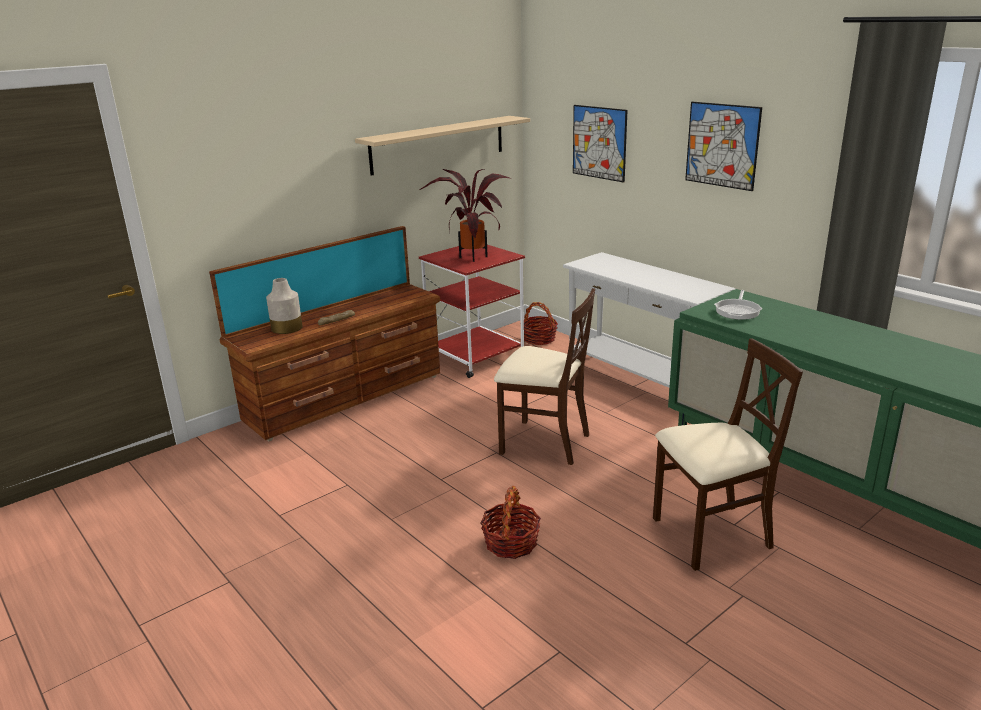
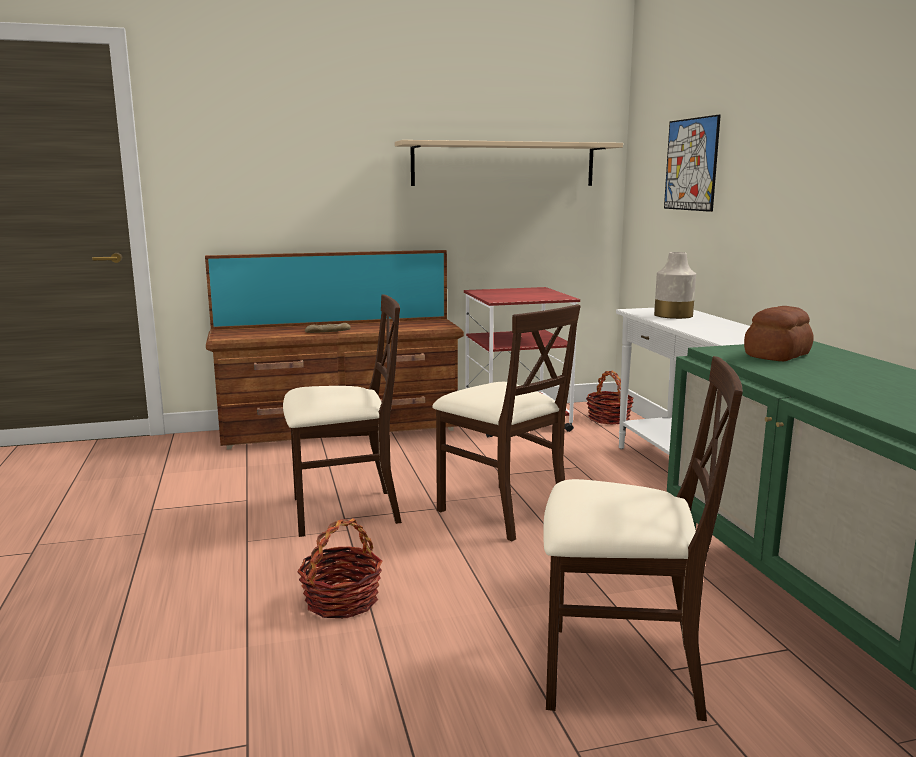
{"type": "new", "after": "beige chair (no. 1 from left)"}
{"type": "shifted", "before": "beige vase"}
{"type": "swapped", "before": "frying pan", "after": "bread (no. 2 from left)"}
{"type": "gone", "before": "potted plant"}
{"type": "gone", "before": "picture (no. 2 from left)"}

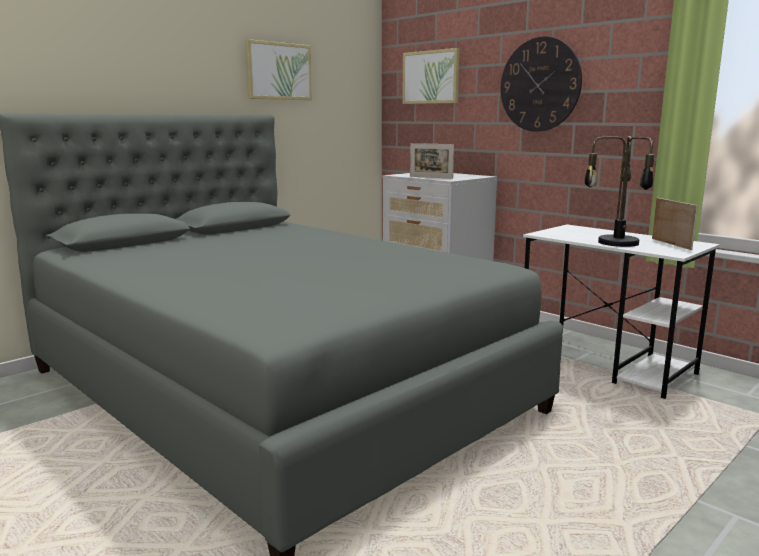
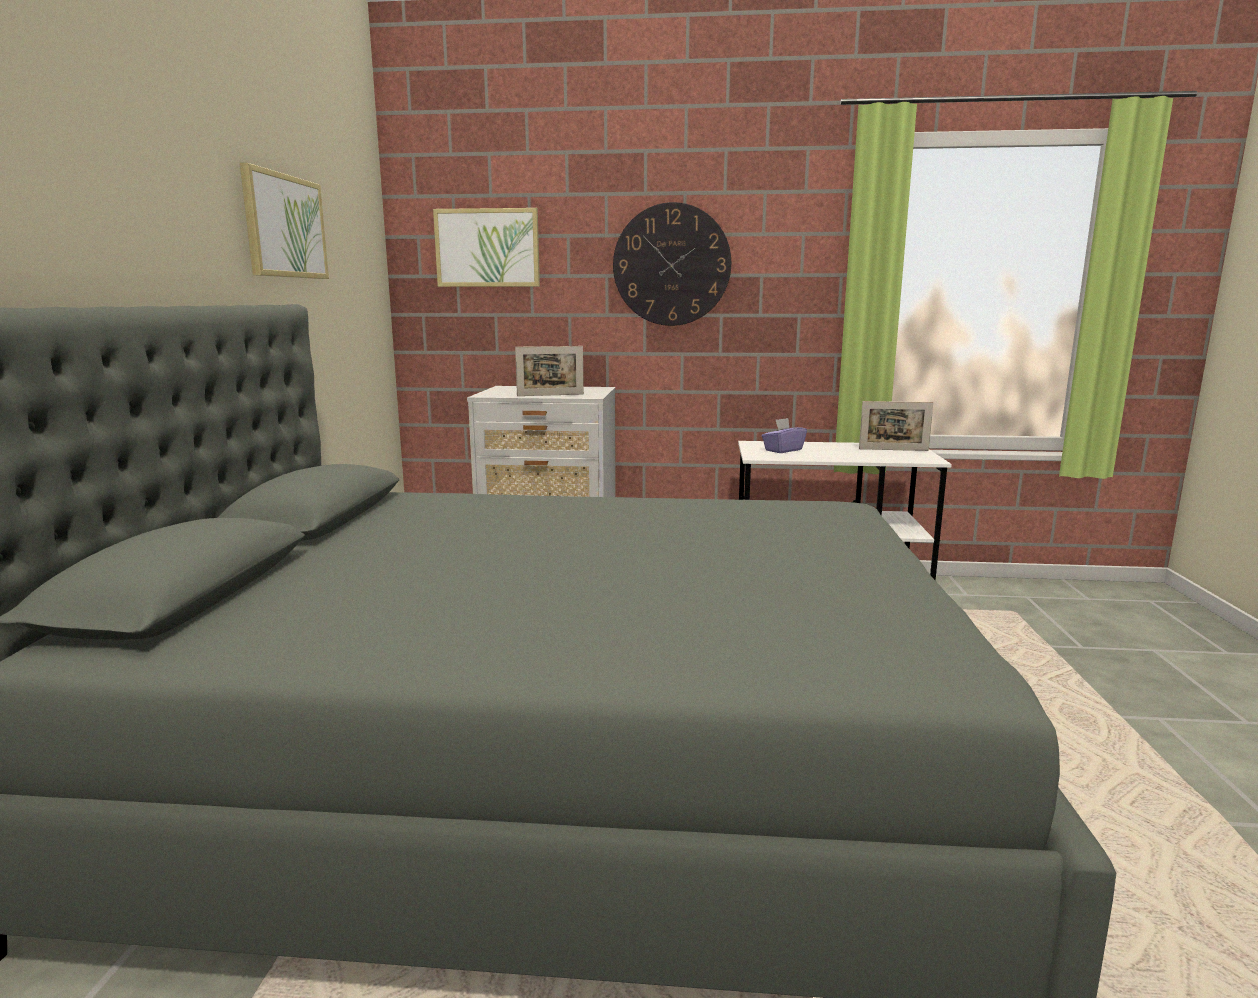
{"type": "new", "after": "purple tissue box"}
{"type": "rotated", "before": "picture frame (no. 2 from left)", "turn": 150}
{"type": "gone", "before": "table lamp"}

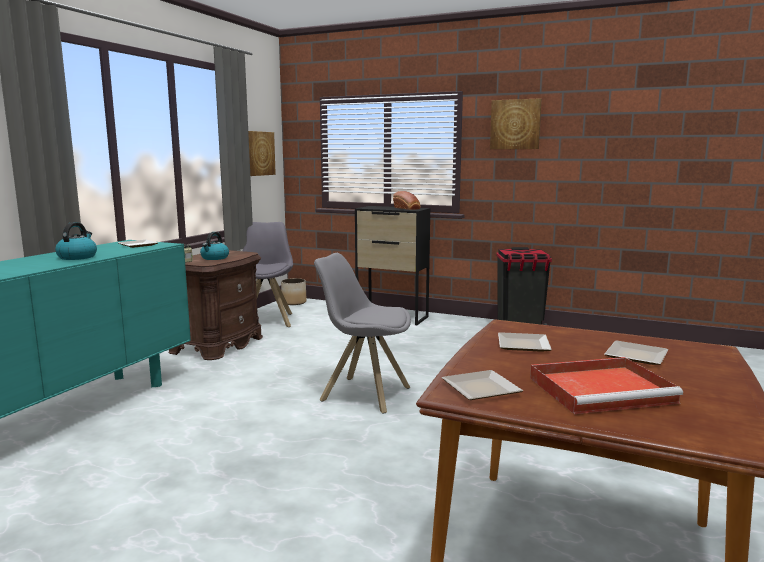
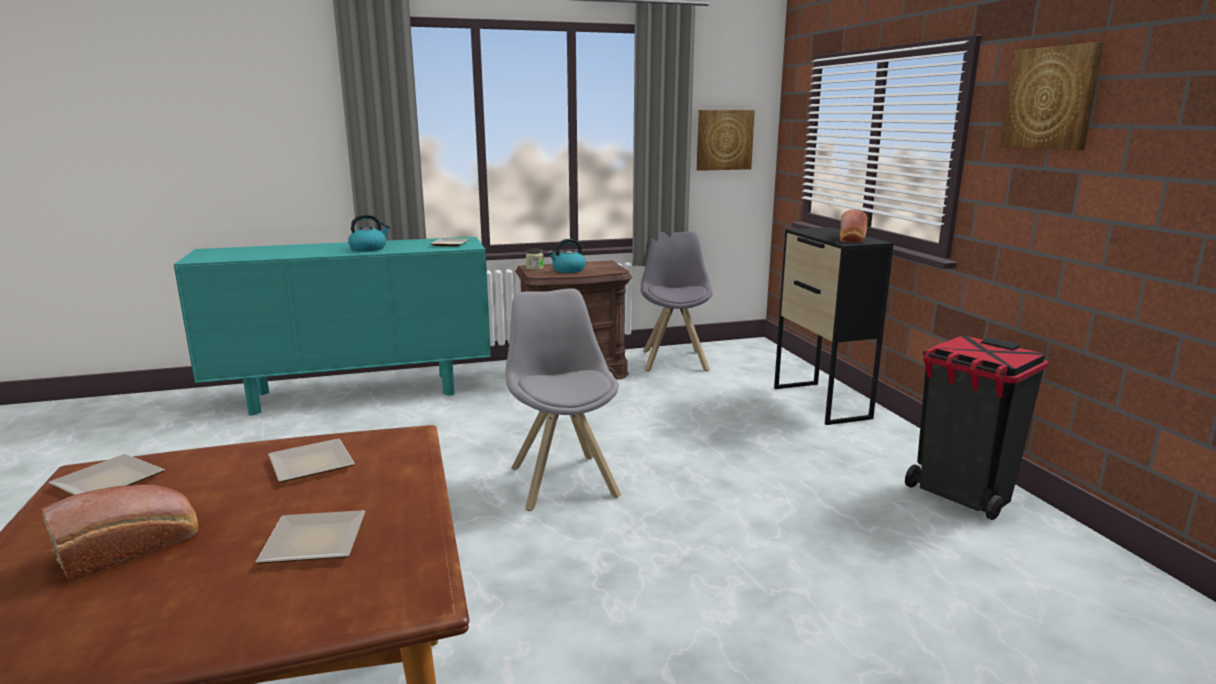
{"type": "swapped", "before": "red tray", "after": "bread (no. 1 from left)"}
{"type": "rotated", "before": "grey chair (no. 1 from left in the first image)", "turn": -45}
{"type": "gone", "before": "planter"}

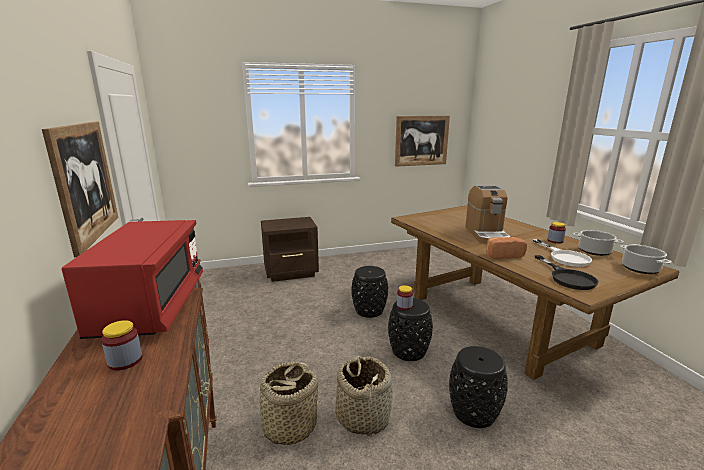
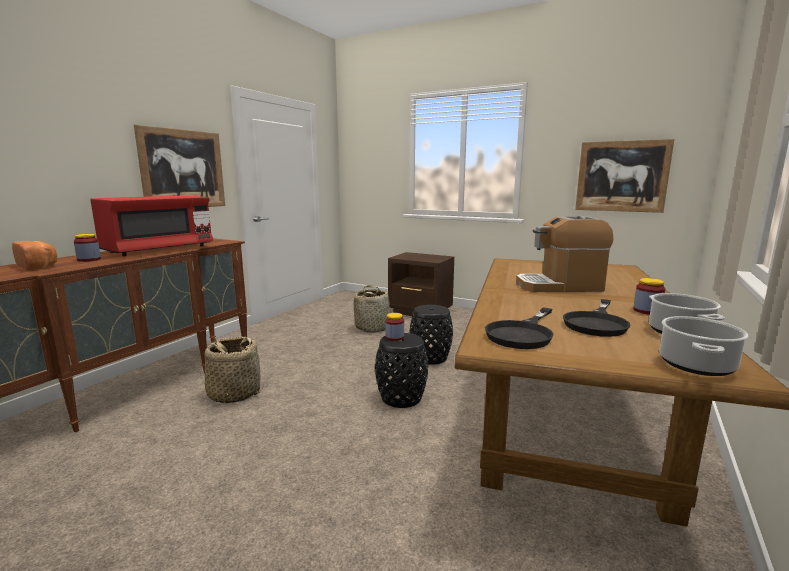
{"type": "shifted", "before": "bread"}
{"type": "shifted", "before": "basket (no. 2 from left)"}
{"type": "rotated", "before": "coffee machine", "turn": 45}
{"type": "repainted", "before": "white frying pan", "after": "black frying pan (no. 2 from left)"}
{"type": "gone", "before": "black stool (no. 3 from left)"}

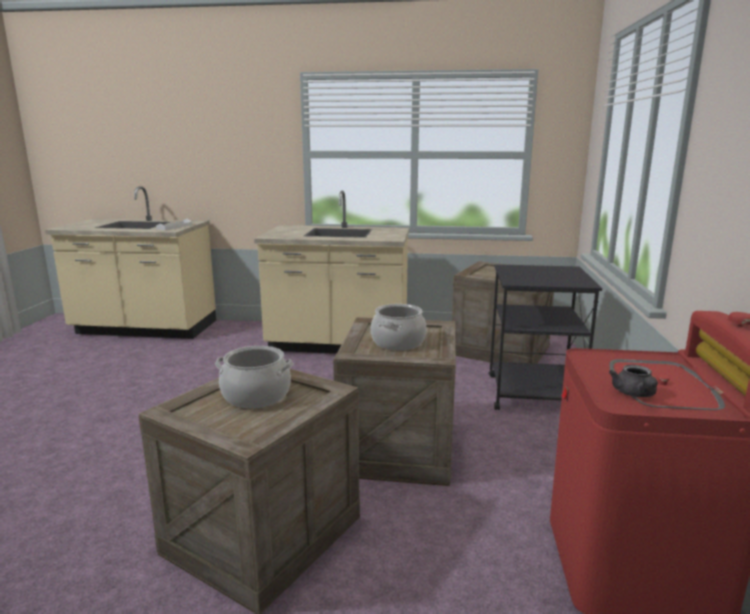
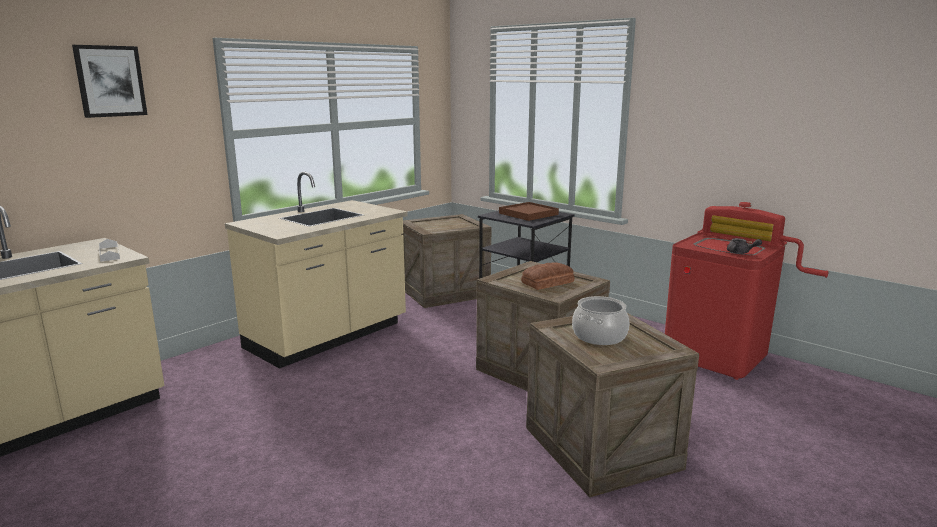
{"type": "new", "after": "picture"}
{"type": "new", "after": "brown tray"}
{"type": "swapped", "before": "cooking pot (no. 2 from left)", "after": "bread"}

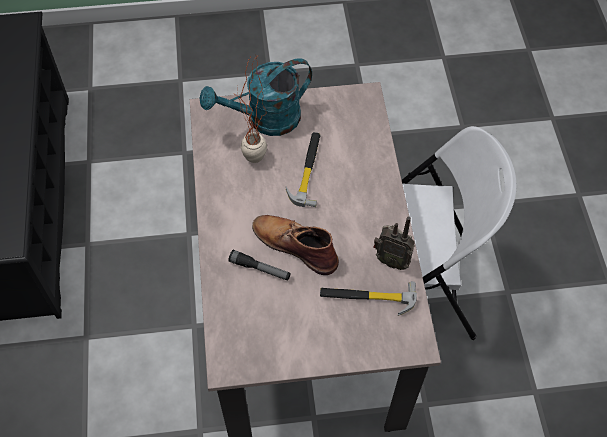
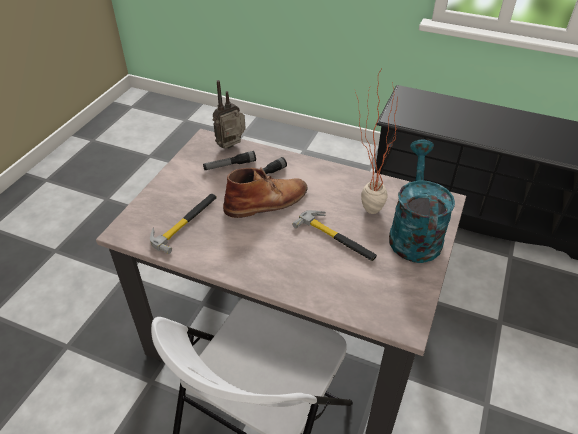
{"type": "new", "after": "flashlight (no. 1 from left)"}
{"type": "shifted", "before": "radio"}

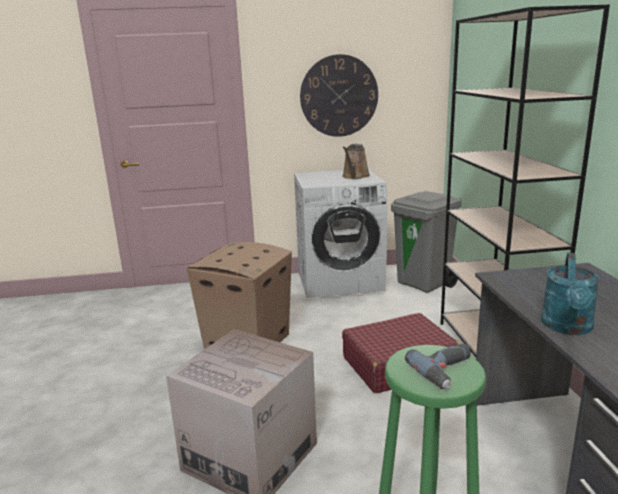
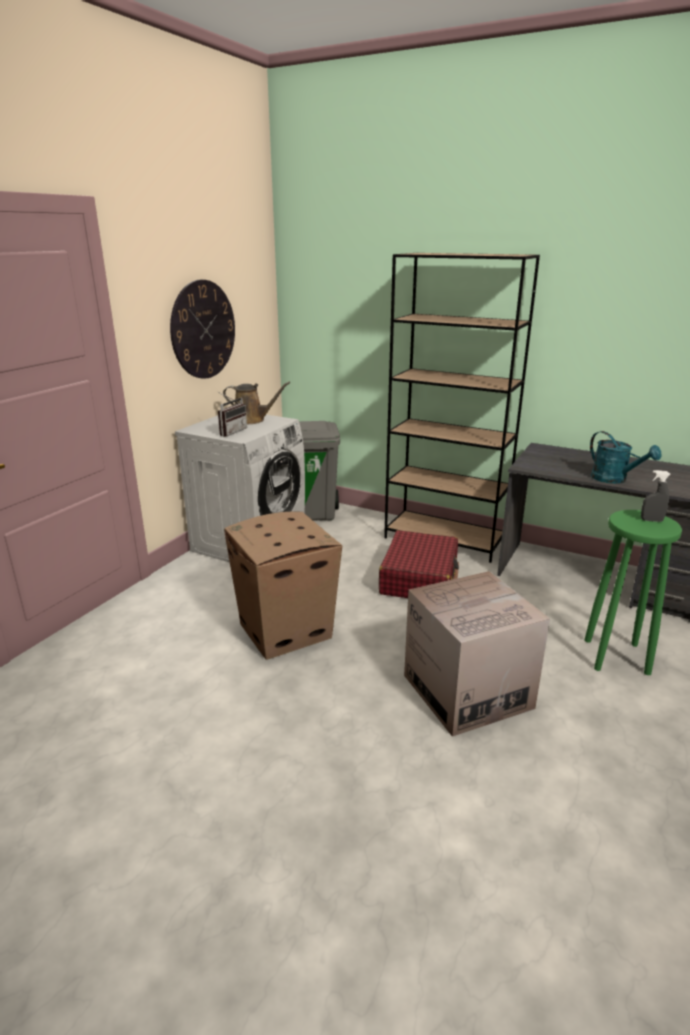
{"type": "new", "after": "radio"}
{"type": "rotated", "before": "brown watering can", "turn": -45}
{"type": "swapped", "before": "power drill", "after": "grey spray bottle"}

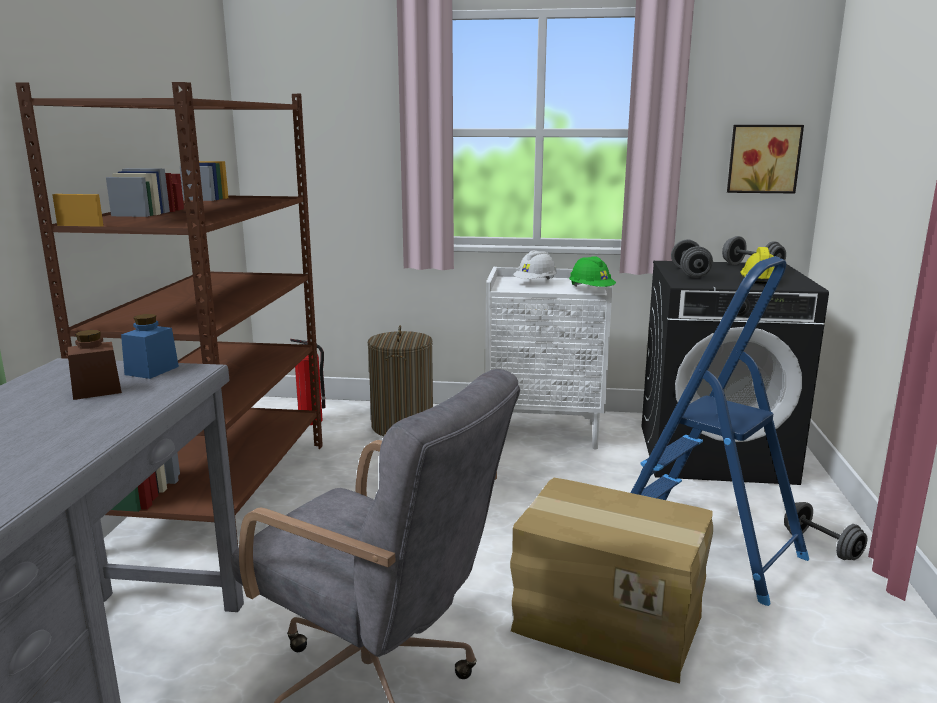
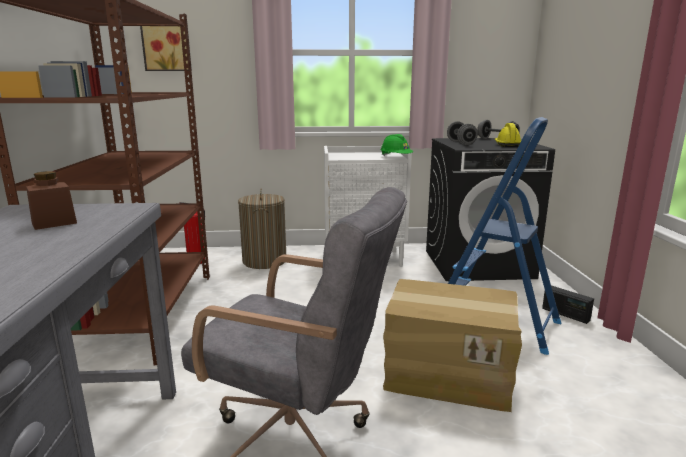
{"type": "shifted", "before": "picture"}
{"type": "swapped", "before": "grey dumbbell (no. 3 from left)", "after": "radio"}
{"type": "gone", "before": "blue jar"}
{"type": "gone", "before": "white hard hat"}

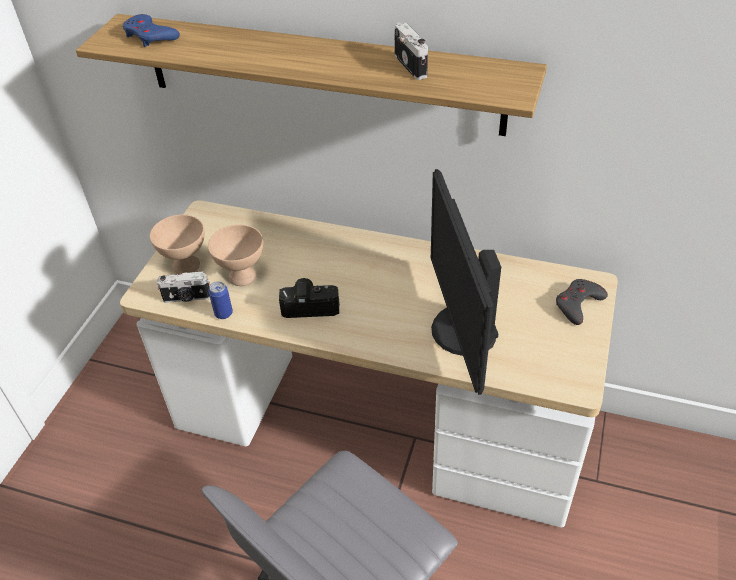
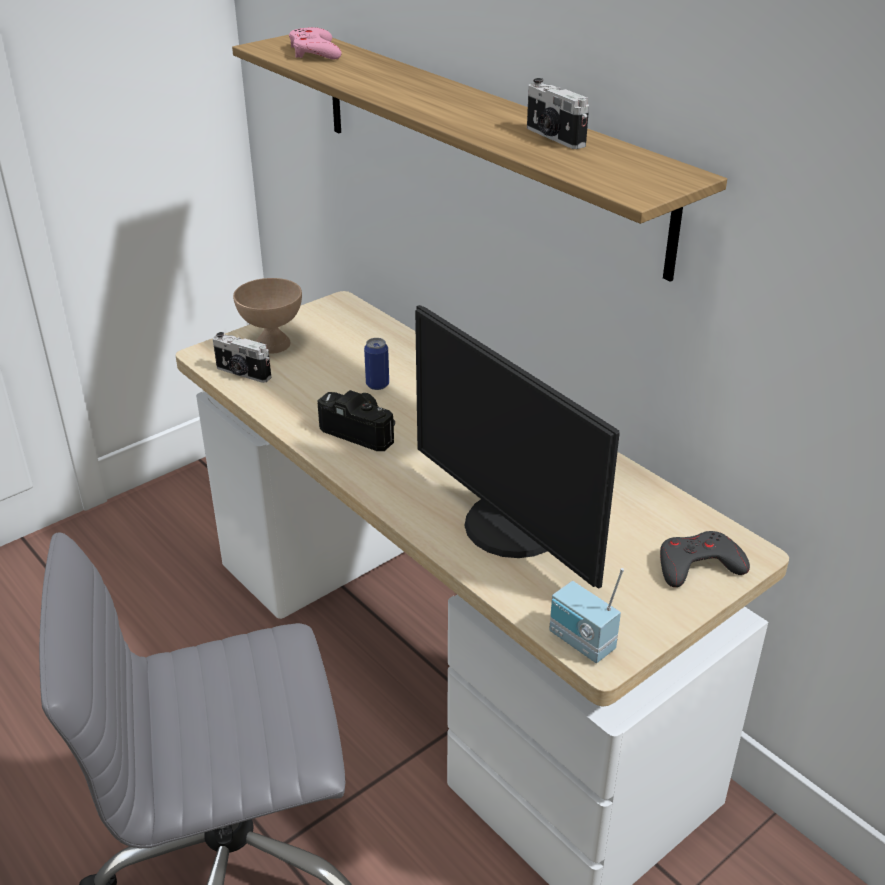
{"type": "repainted", "before": "blue game controller", "after": "pink game controller"}
{"type": "shifted", "before": "can"}
{"type": "rotated", "before": "monitor", "turn": -60}
{"type": "rotated", "before": "photo camera (no. 3 from left)", "turn": 135}
{"type": "new", "after": "radio"}
{"type": "gone", "before": "beige bowl (no. 2 from left)"}

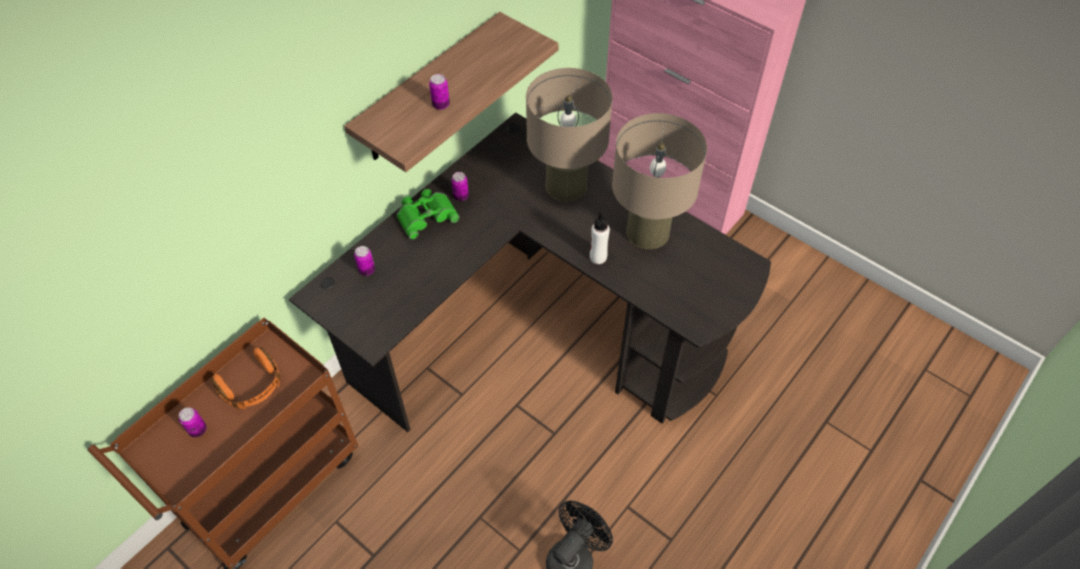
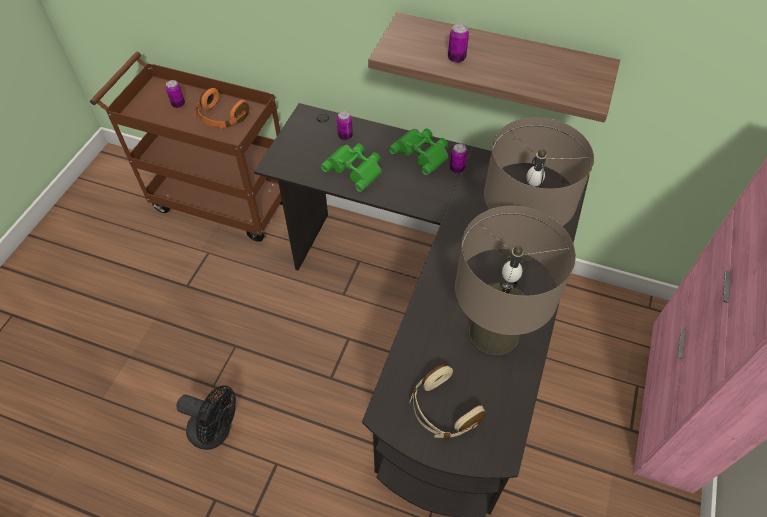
{"type": "new", "after": "green binoculars (no. 1 from left)"}
{"type": "new", "after": "beige headphones"}
{"type": "gone", "before": "white bottle"}

